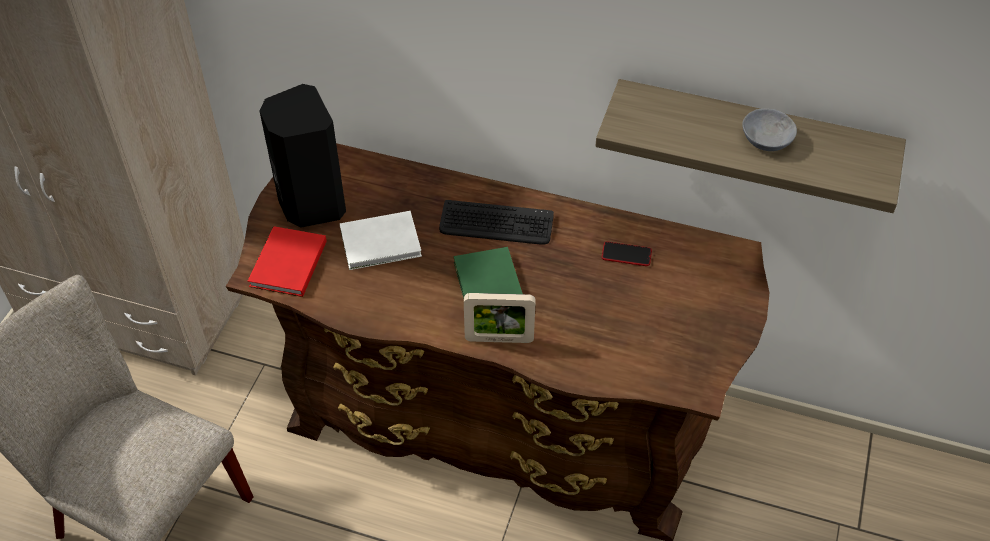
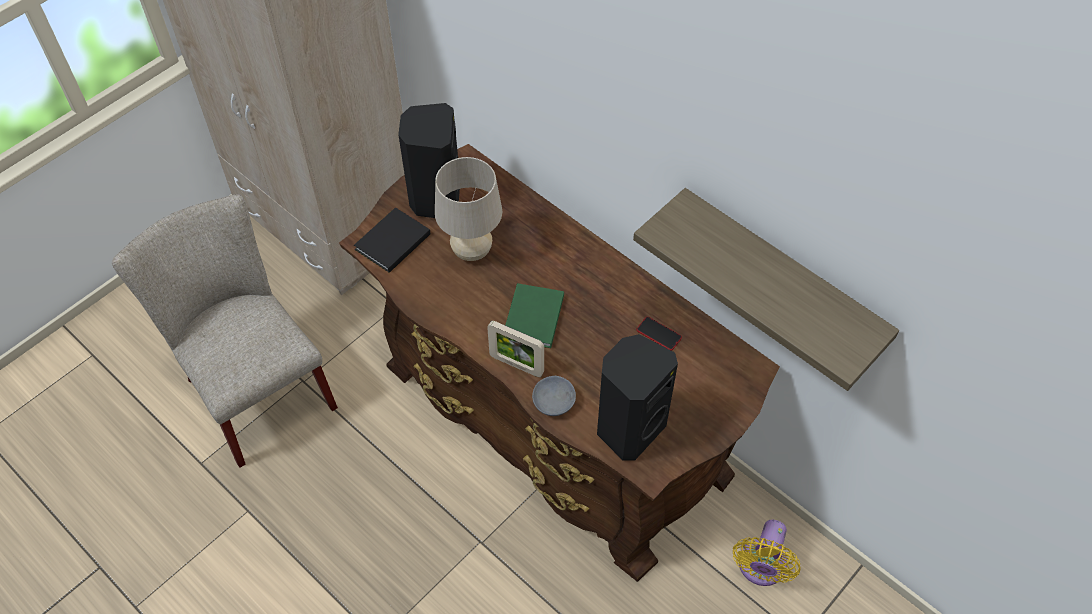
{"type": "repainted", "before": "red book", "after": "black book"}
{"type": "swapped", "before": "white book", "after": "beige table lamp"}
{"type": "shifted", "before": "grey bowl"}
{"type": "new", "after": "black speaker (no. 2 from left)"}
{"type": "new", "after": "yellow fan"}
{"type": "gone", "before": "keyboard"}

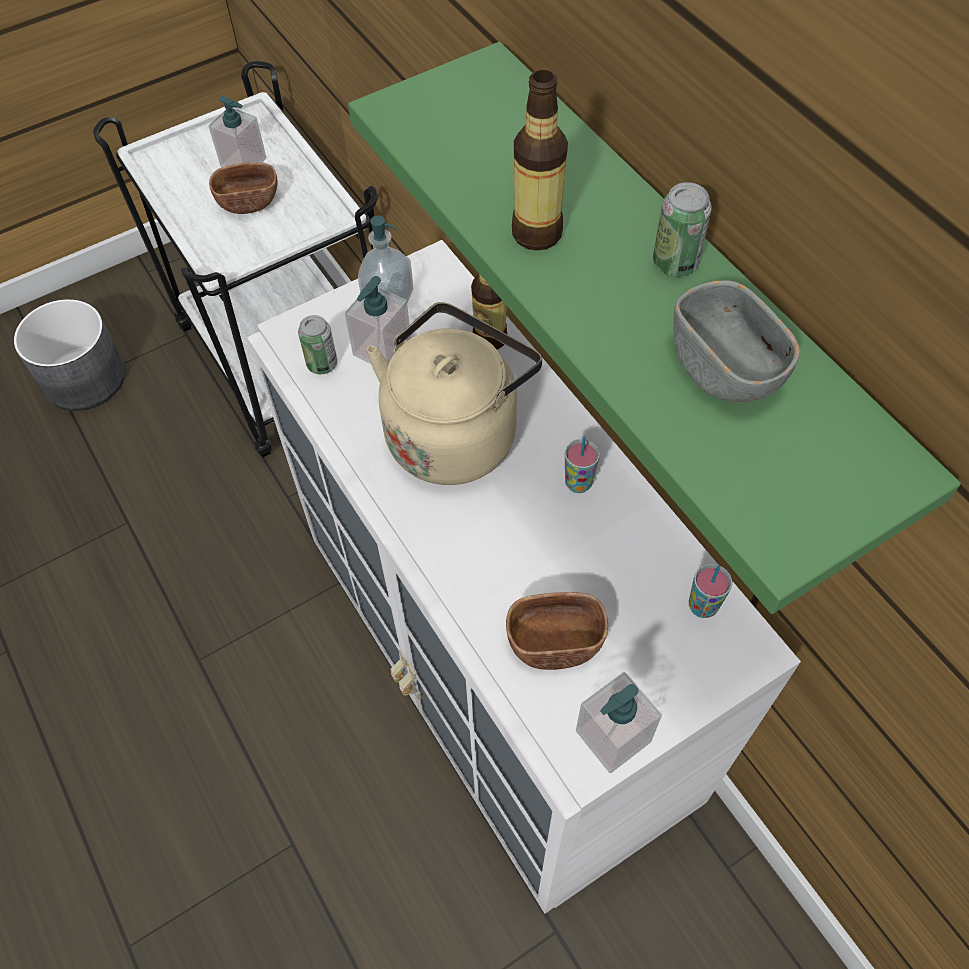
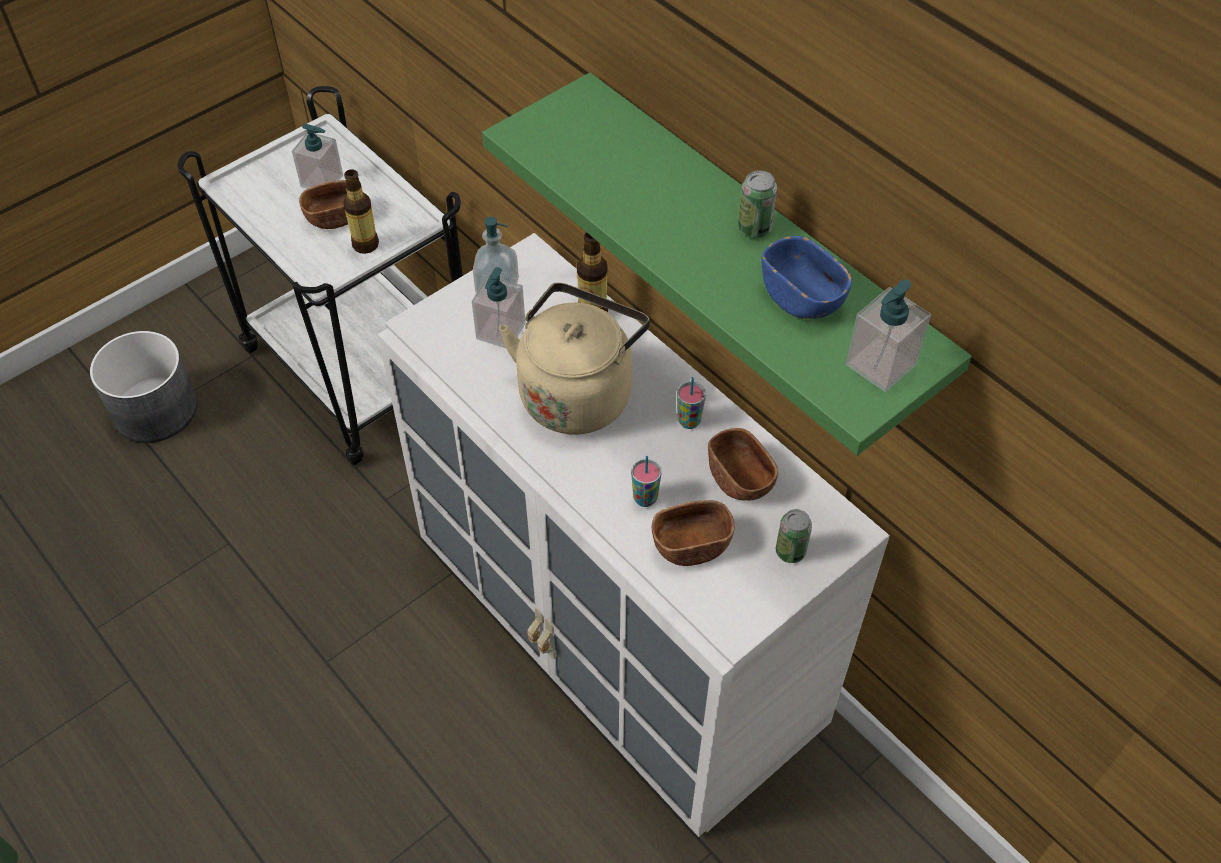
{"type": "shifted", "before": "bottle (no. 2 from left in the first image)", "after": "bottle (no. 1 from left)"}
{"type": "shifted", "before": "cup (no. 2 from left in the first image)", "after": "cup (no. 1 from left)"}
{"type": "new", "after": "brown bowl (no. 3 from left)"}
{"type": "repainted", "before": "grey bowl", "after": "blue bowl"}
{"type": "shifted", "before": "can (no. 1 from left in the first image)", "after": "can (no. 2 from left)"}
{"type": "shifted", "before": "soap dispenser (no. 4 from left)"}

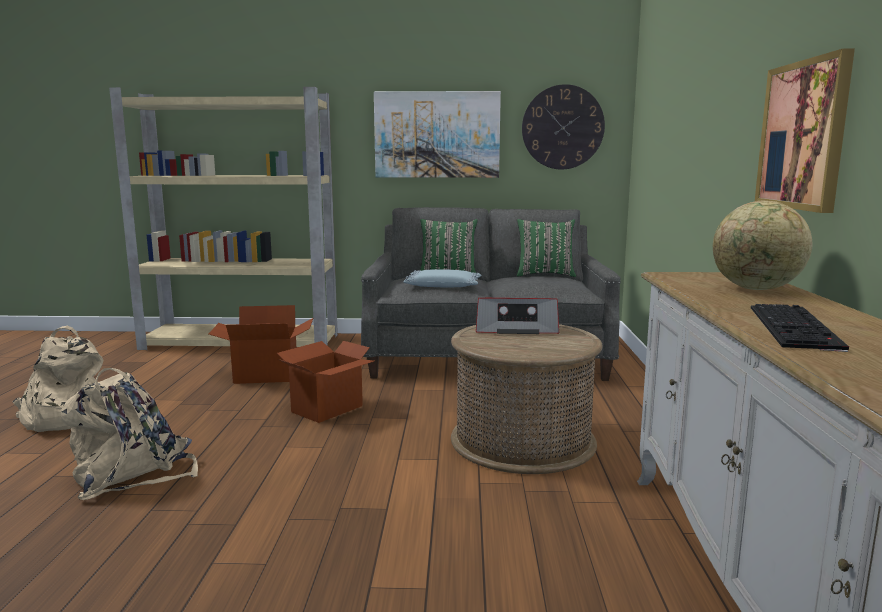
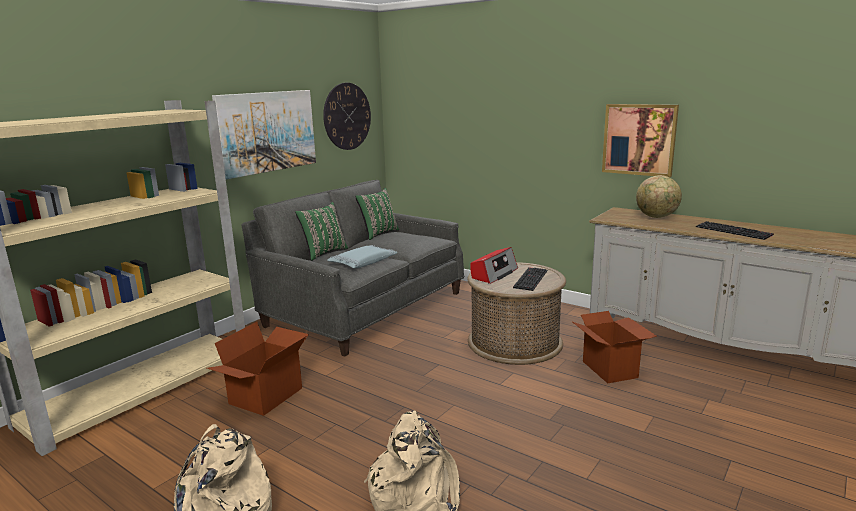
{"type": "new", "after": "keyboard (no. 1 from left)"}
{"type": "shifted", "before": "cardboard box (no. 2 from left)"}

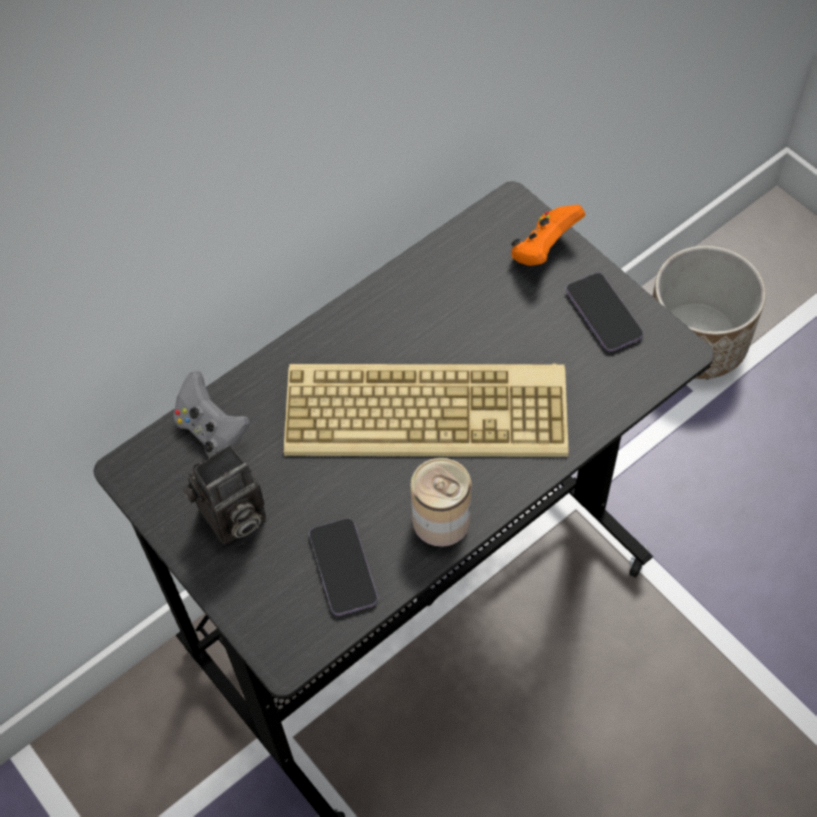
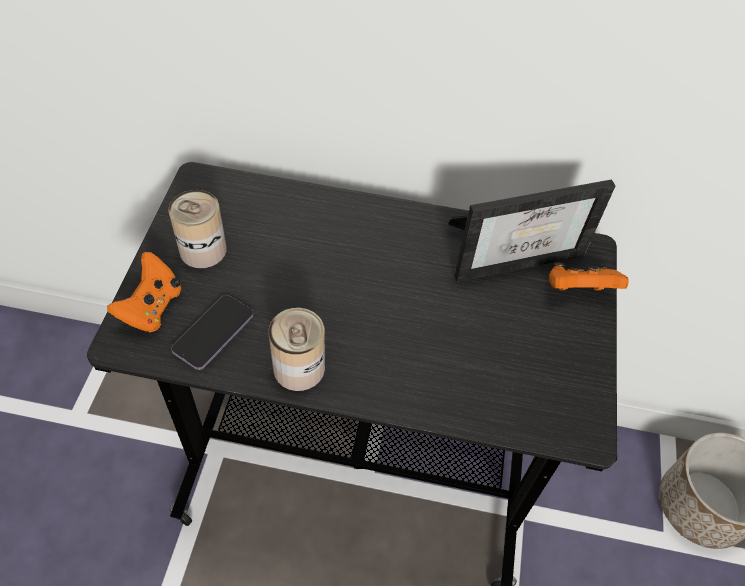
{"type": "new", "after": "orange game controller (no. 1 from left)"}
{"type": "swapped", "before": "photo camera", "after": "can (no. 1 from left)"}
{"type": "new", "after": "picture frame"}
{"type": "gone", "before": "grey game controller"}
{"type": "gone", "before": "keyboard"}
{"type": "gone", "before": "phone (no. 2 from left)"}

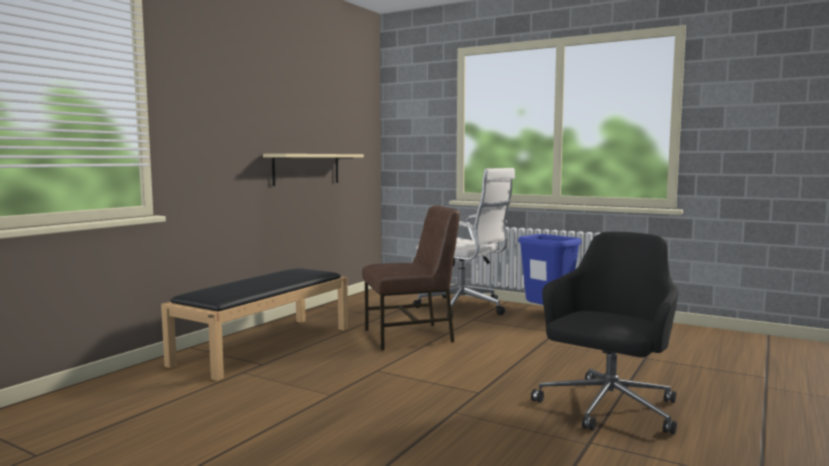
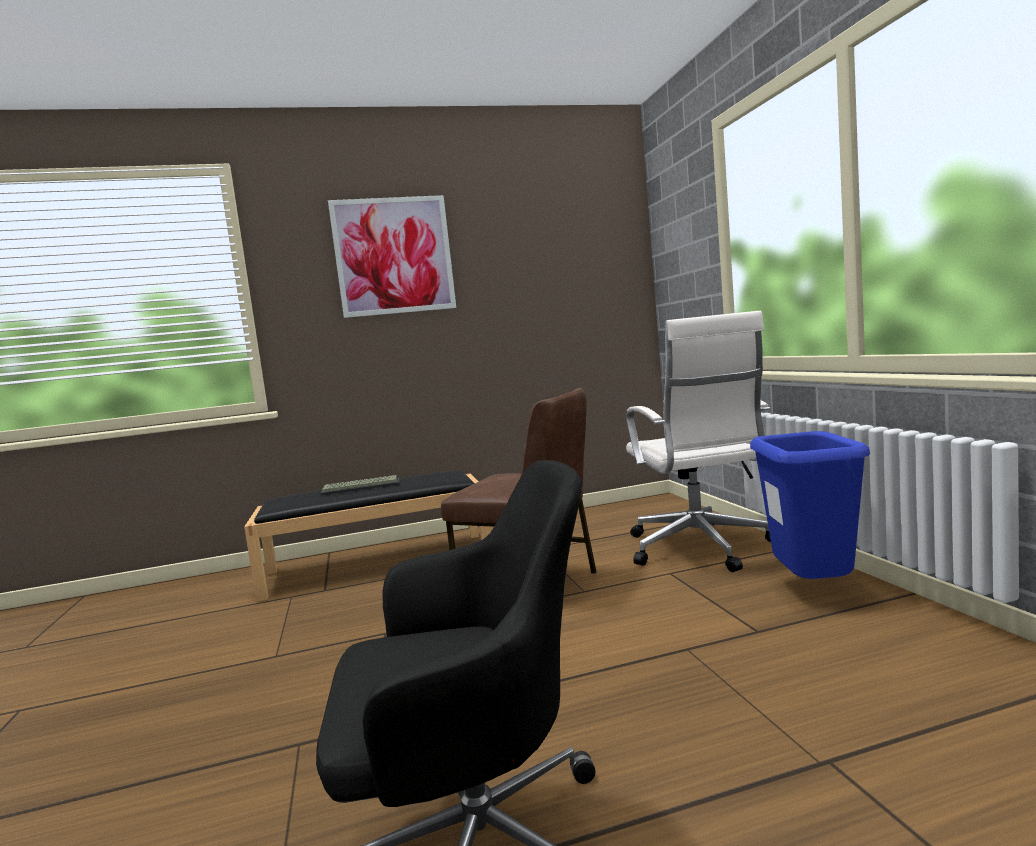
{"type": "new", "after": "keyboard"}
{"type": "new", "after": "picture"}
{"type": "gone", "before": "beige shelf"}

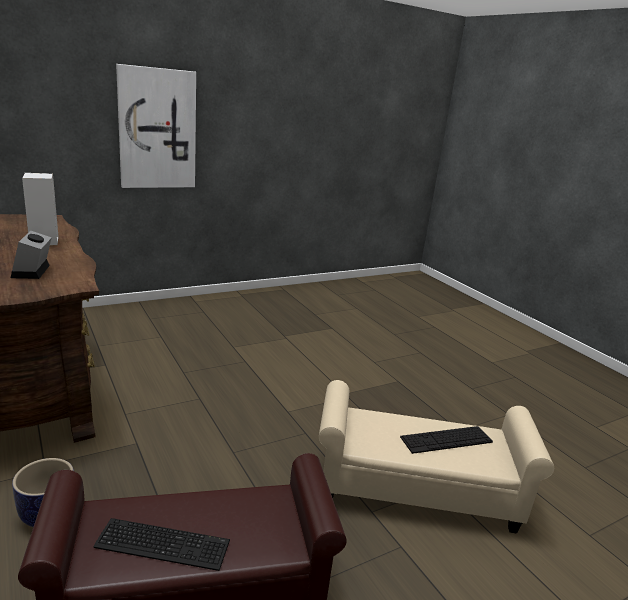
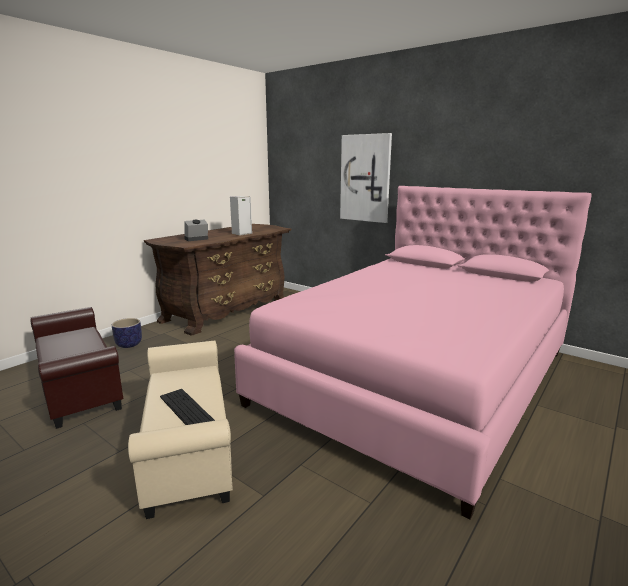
{"type": "new", "after": "pink bed"}
{"type": "gone", "before": "keyboard (no. 1 from left)"}

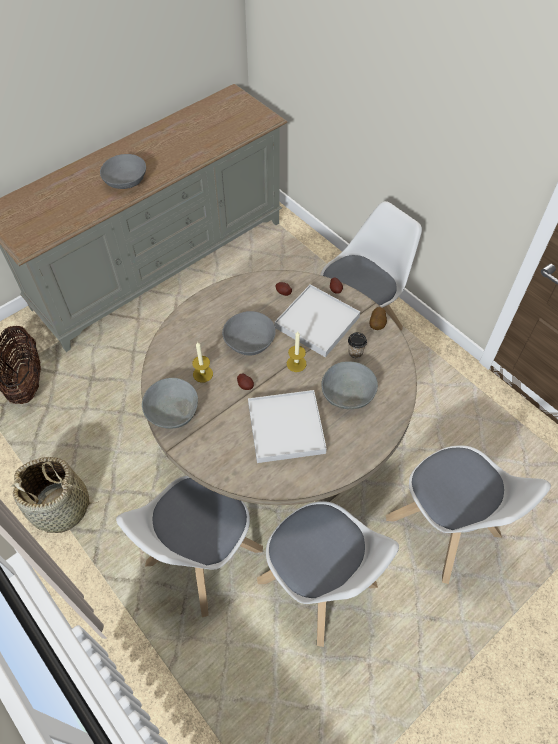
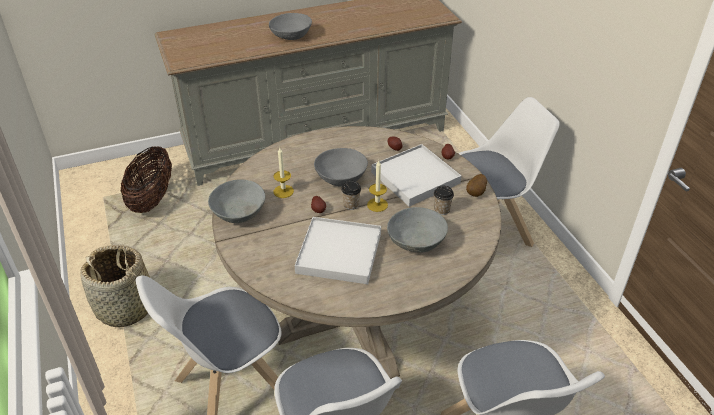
{"type": "new", "after": "cup (no. 1 from left)"}

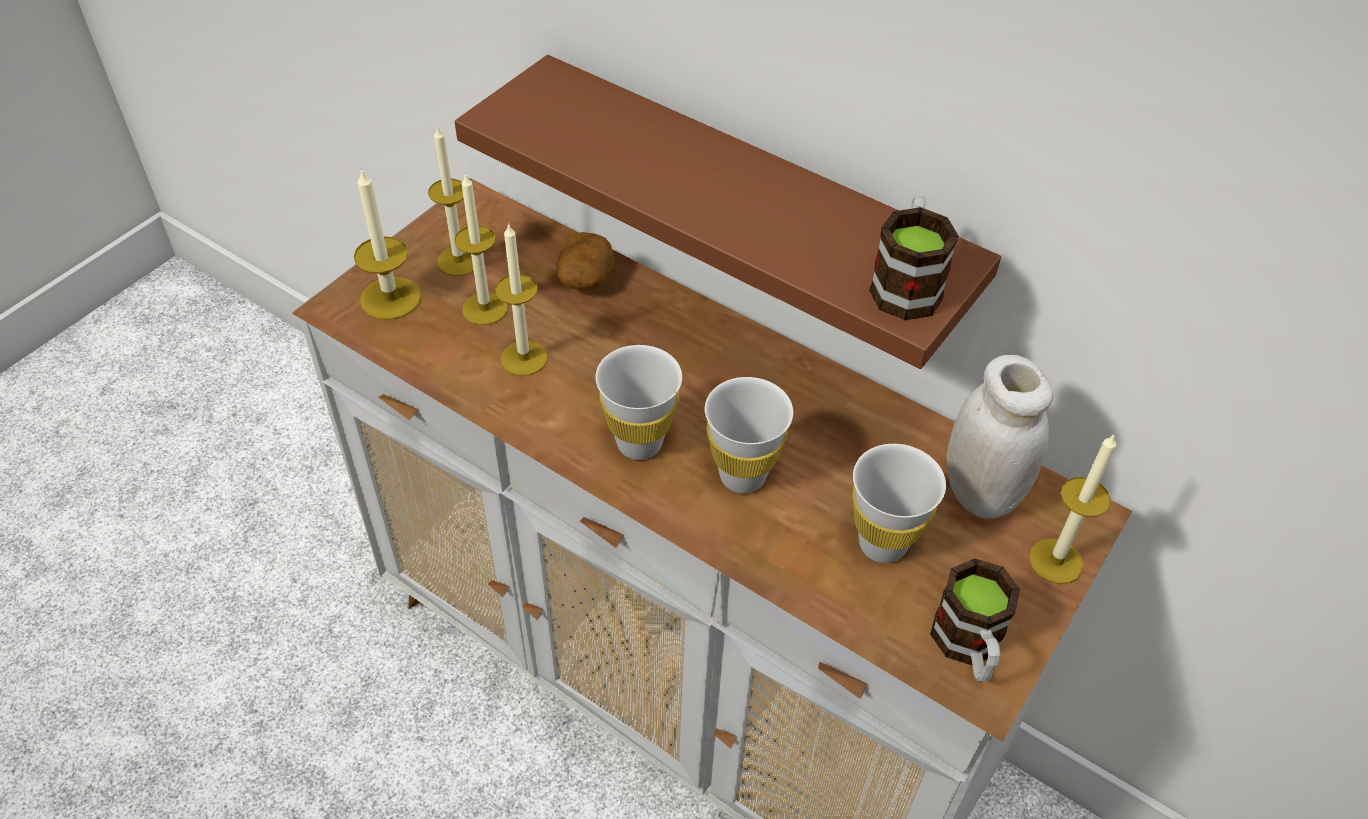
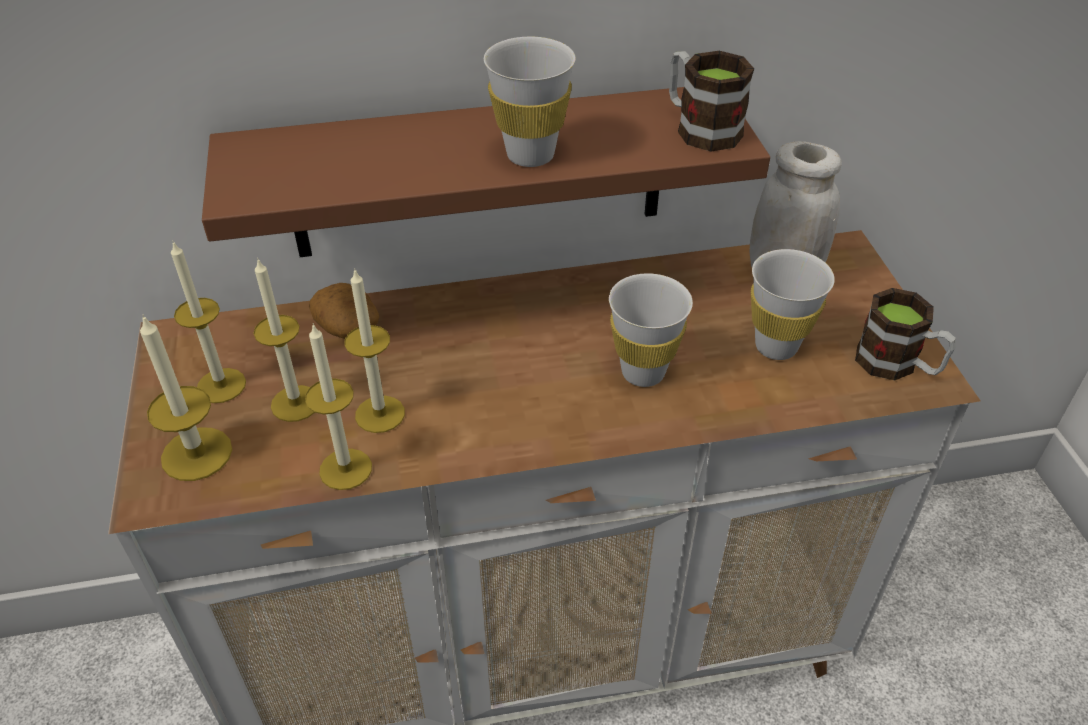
{"type": "shifted", "before": "candle (no. 5 from left in the first image)", "after": "candle (no. 4 from left)"}
{"type": "shifted", "before": "white cup (no. 1 from left)"}

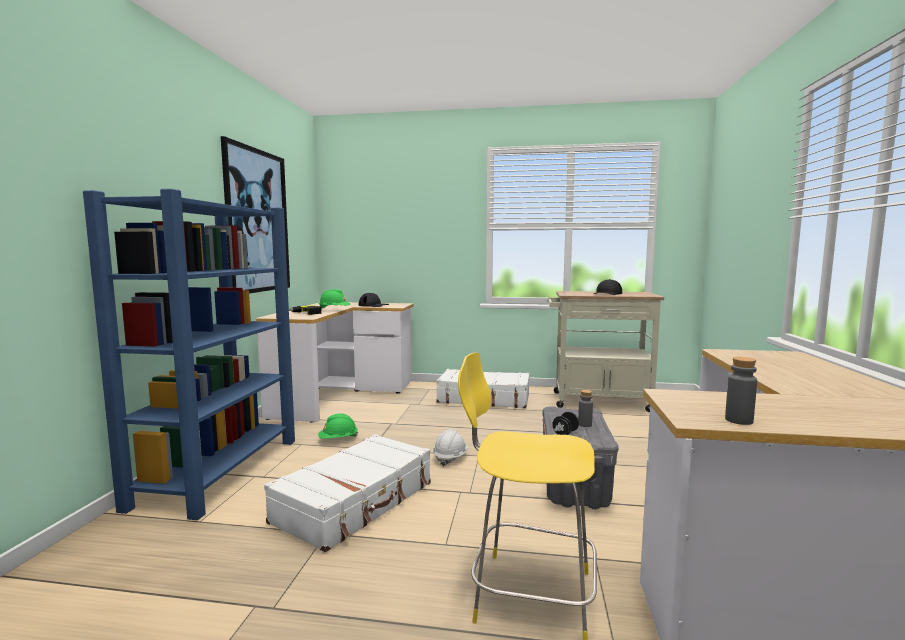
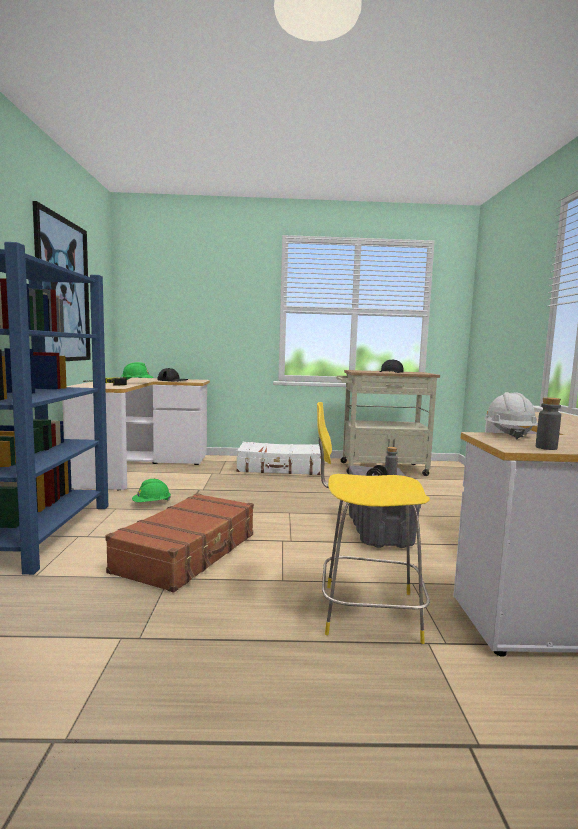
{"type": "repainted", "before": "white suitcase (no. 1 from left)", "after": "brown suitcase"}
{"type": "shifted", "before": "white hard hat"}

